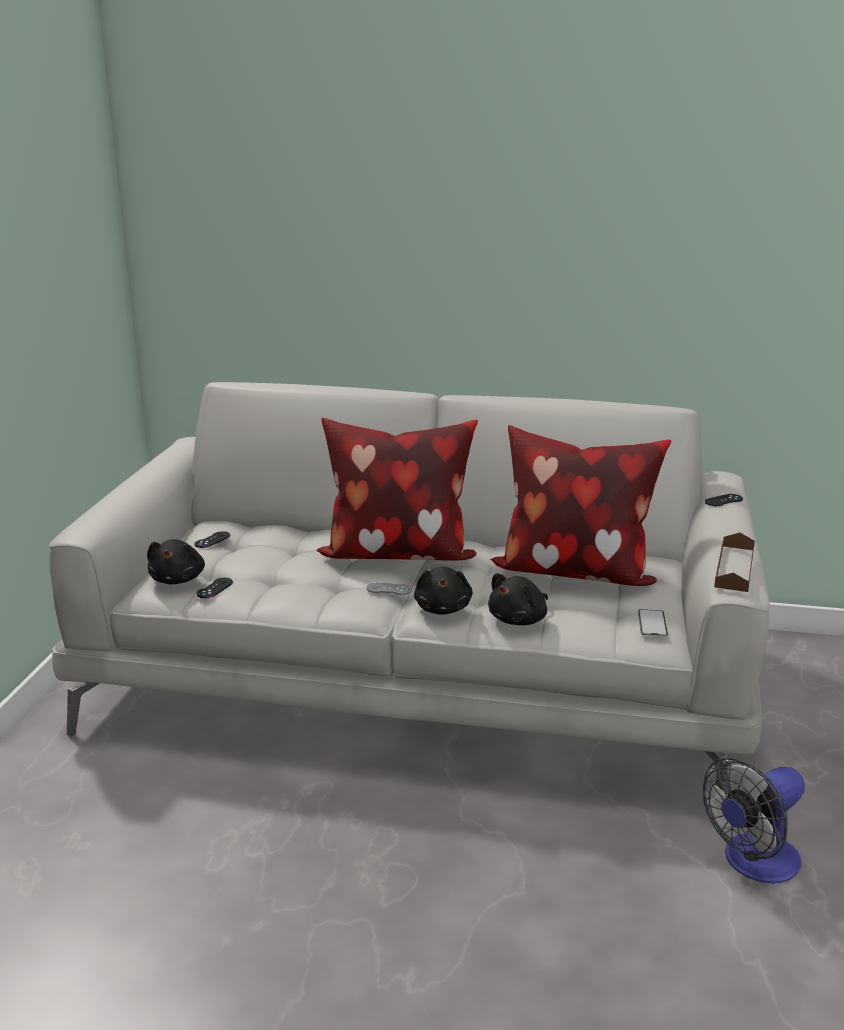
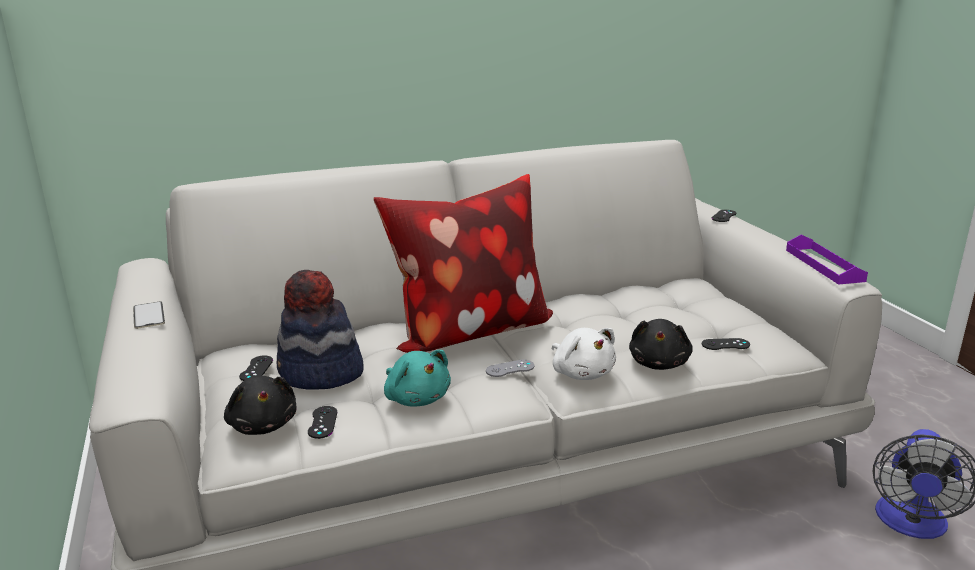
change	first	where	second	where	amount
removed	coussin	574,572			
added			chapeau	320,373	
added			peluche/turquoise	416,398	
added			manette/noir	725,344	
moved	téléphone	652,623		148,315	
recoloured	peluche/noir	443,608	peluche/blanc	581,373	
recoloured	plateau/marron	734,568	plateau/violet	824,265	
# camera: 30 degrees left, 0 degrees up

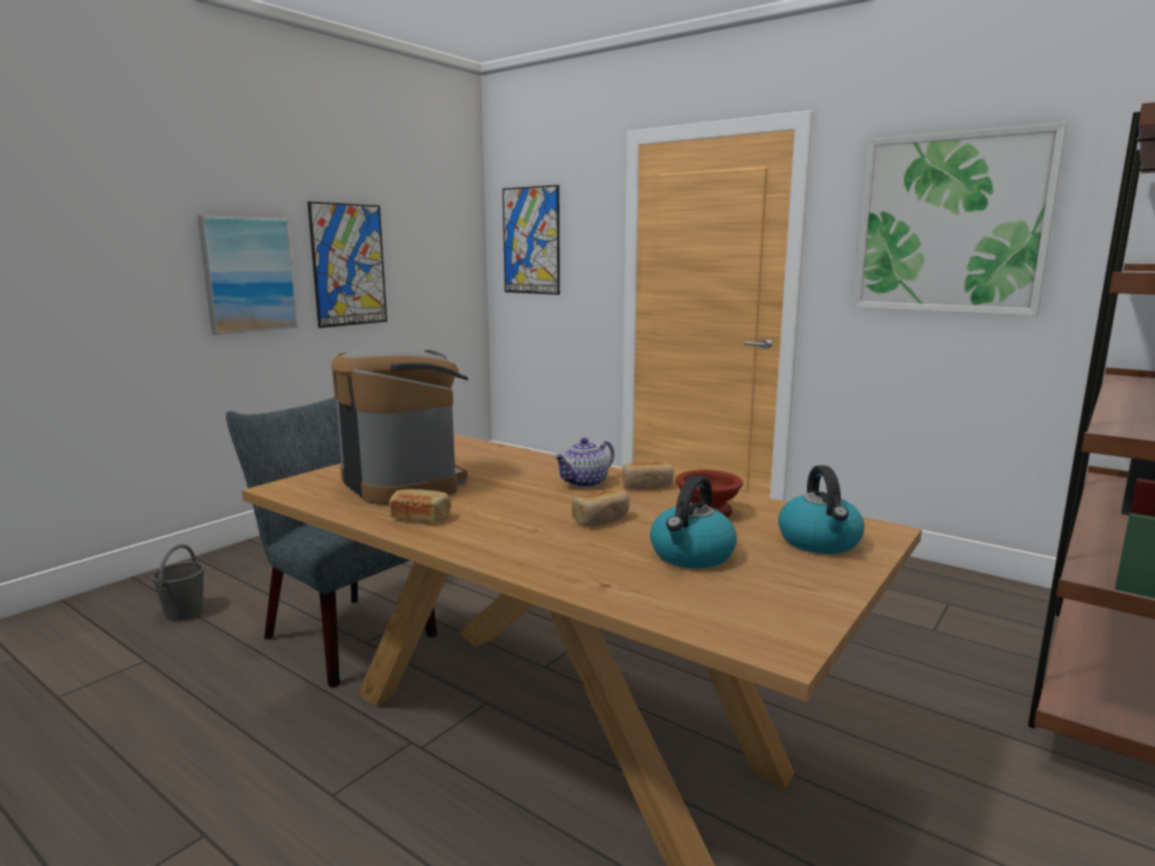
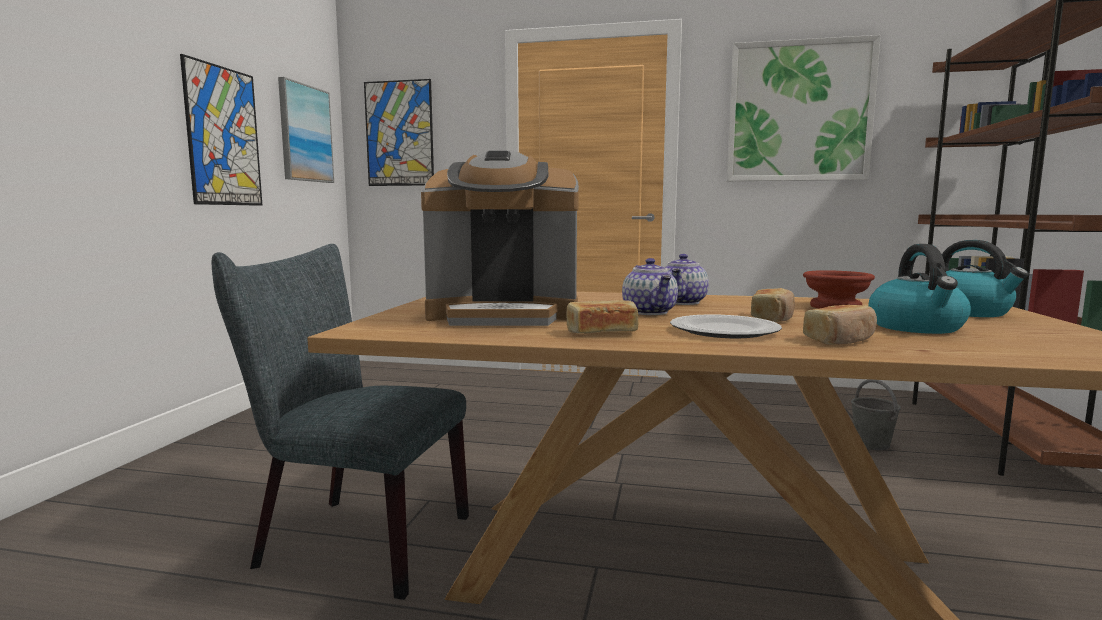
change	first	where	second	where	amount
added			théière	650,312	
added			assiette	722,331	
moved	seau/gris	183,613		872,444	
moved	tableau	249,274		305,133	
moved	pain	647,486		841,340	
turned	machine à café	404,482		504,315	150 degrees clockwise
# camera: 25 degrees left, 5 degrees down

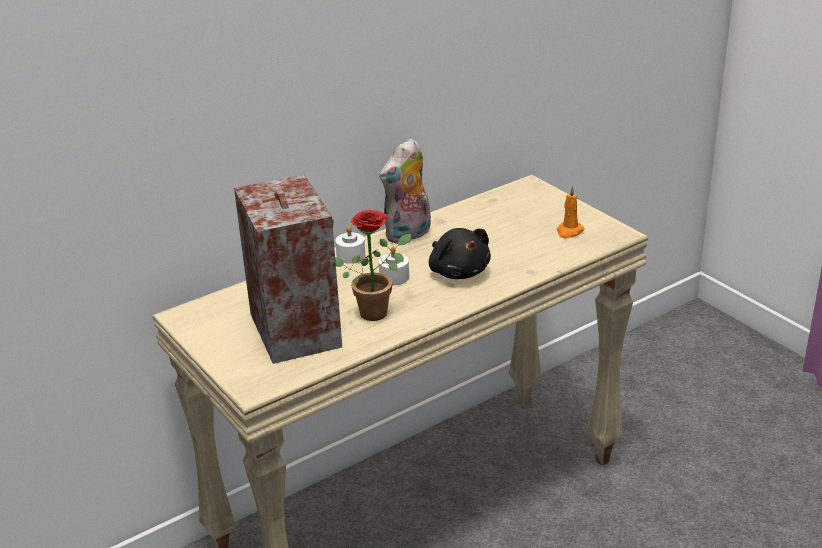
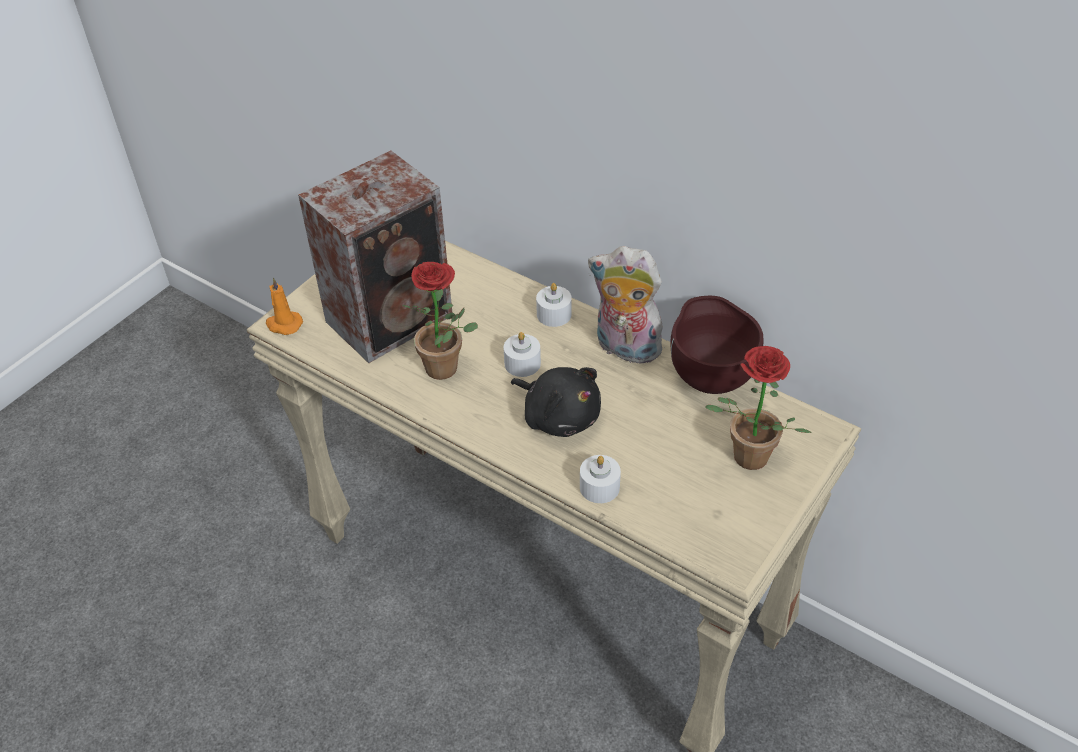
change	first	where	second	where	amount
added			bougie/blanc	599,487	
added			bol/marron	710,377	
added			plante en pot	745,460	
moved	bougie/orange	569,231		283,324	
turned	peluche/noir	458,271		559,416	90 degrees counterclockwise
# camera: 70 degrees right, 15 degrees up

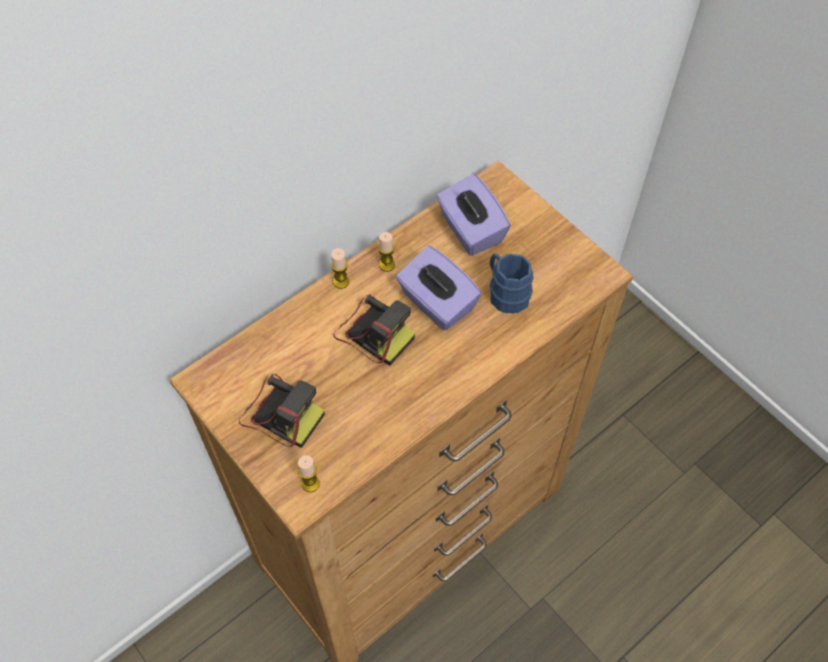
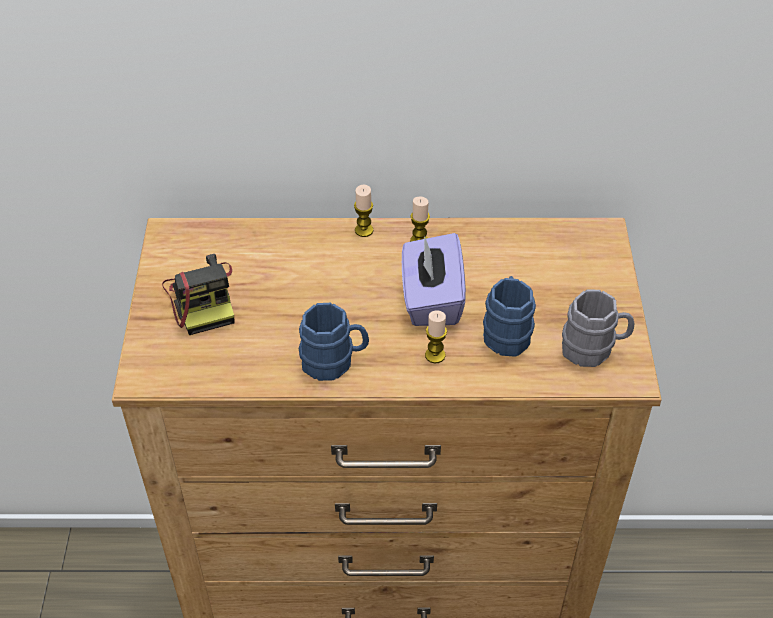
change	first	where	second	where	amount
removed	appareil photo	374,332			
removed	boîte à mouchoirs/violet	470,230			
added			mug/bleu	334,362	
added			mug/gris	593,349	
moved	bougie	310,483		435,355	
# camera: 40 degrees right, 10 degrees down

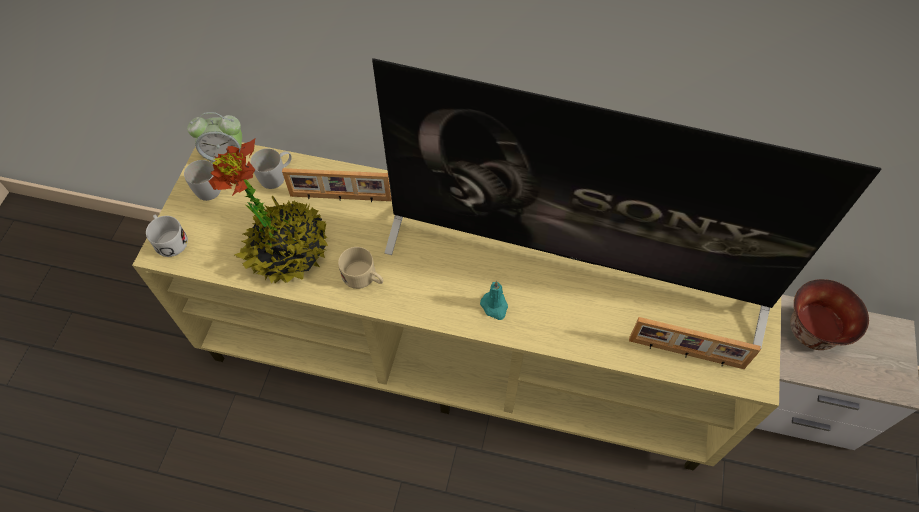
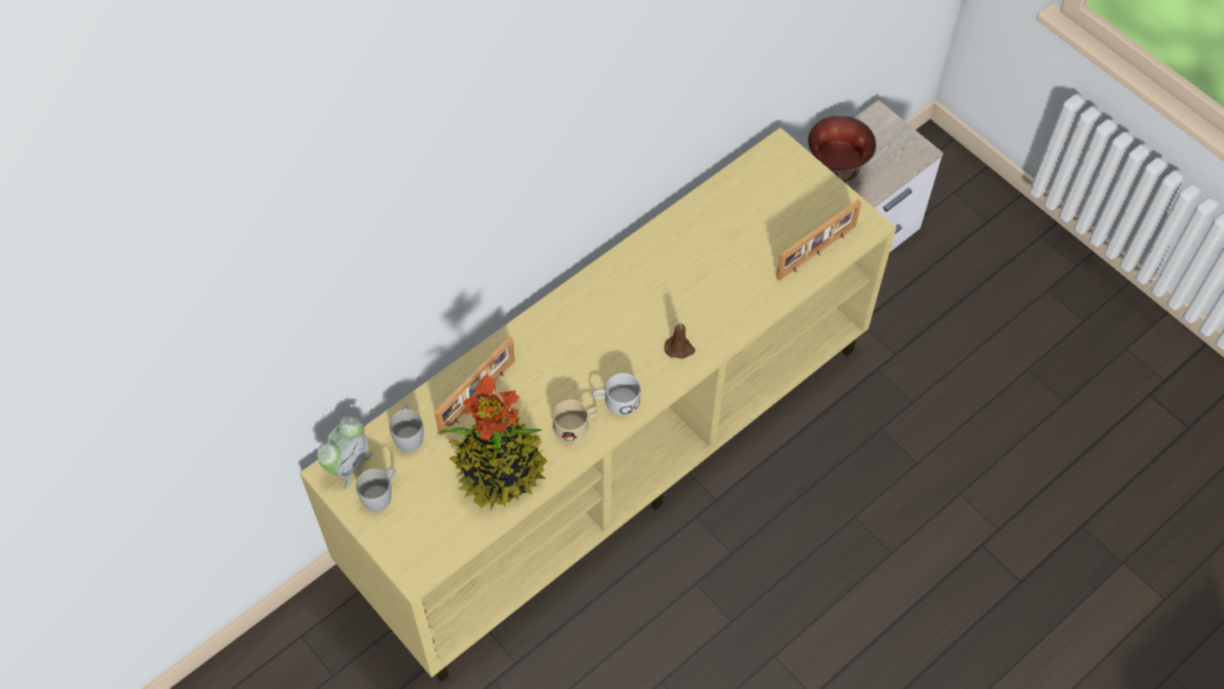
change	first	where	second	where	amount
removed	téléviseur	575,266			
moved	mug/blanc	169,239		616,401	
recoloured	bougie/turquoise	495,306	bougie/marron	679,348	
# camera: 55 degrees left, 0 degrees up

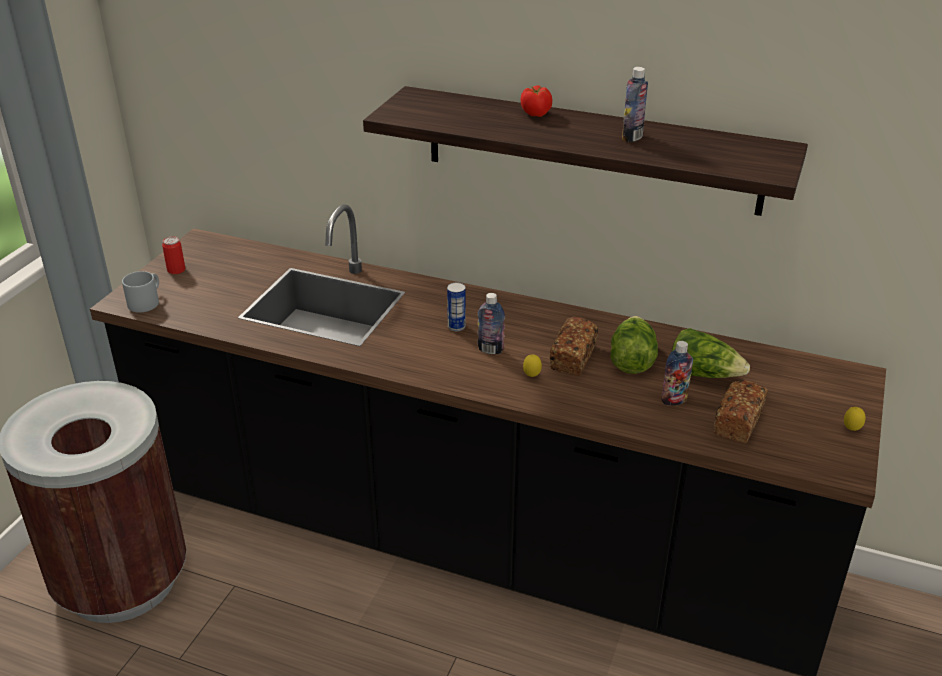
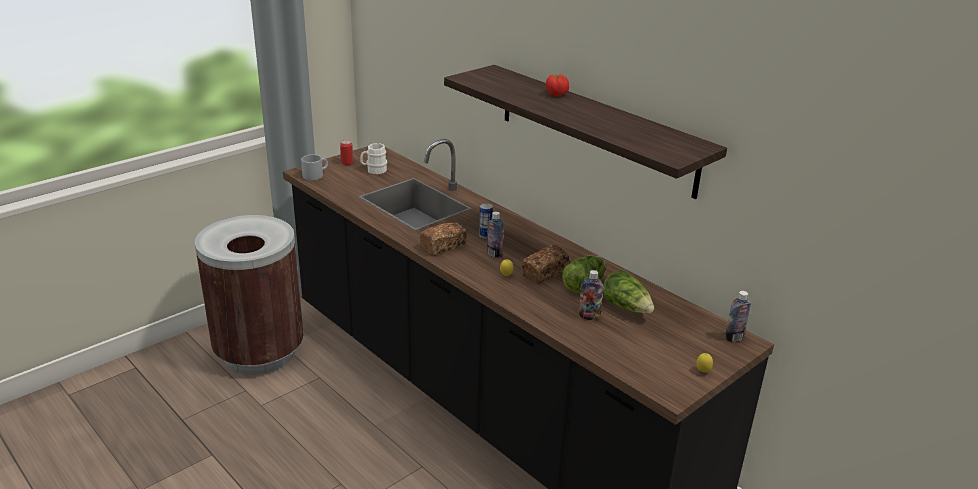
change	first	where	second	where	amount
added			mug/blanc	374,170	
moved	bouteille	632,137		734,338	
moved	pain	738,422		443,246	
# camera: 25 degrees right, 5 degrees down

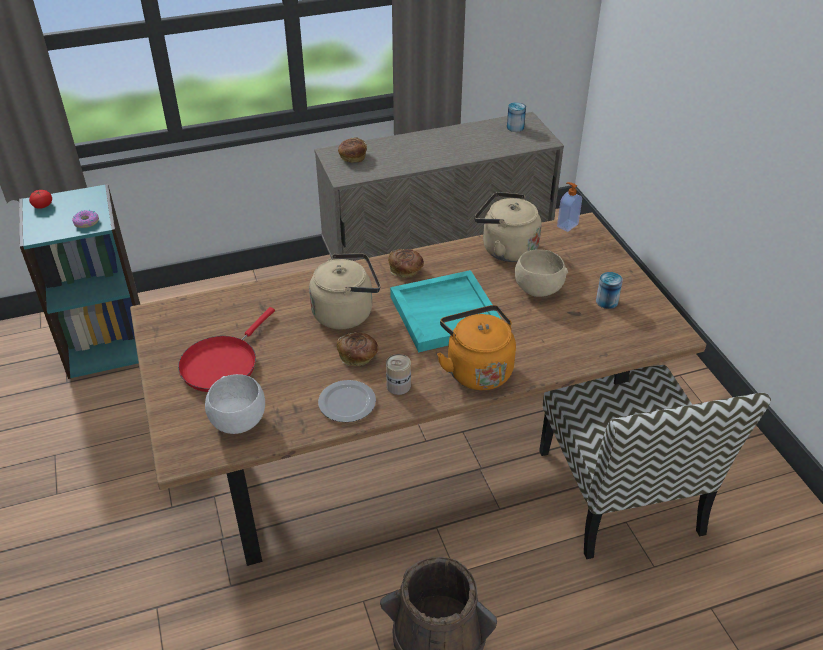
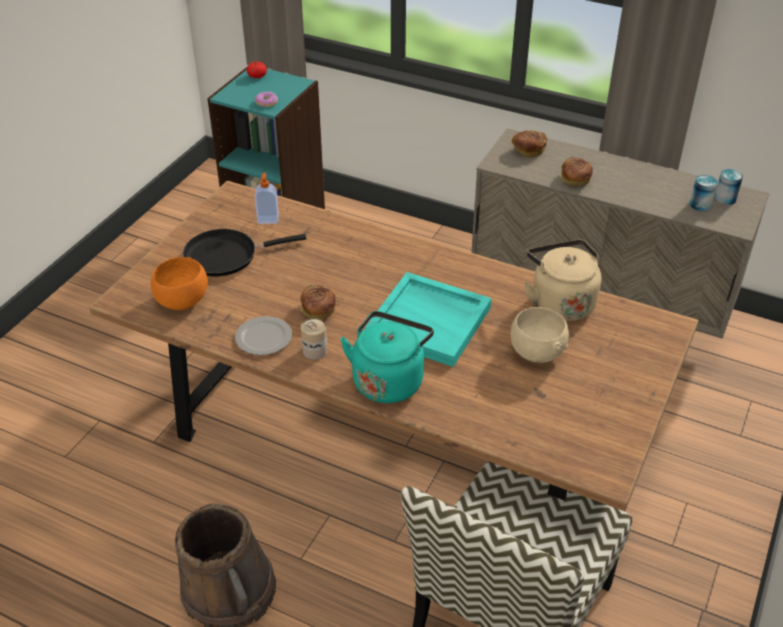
change	first	where	second	where	amount
removed	bouilloire/beige	346,313			
moved	pain	406,270		575,180	
moved	distributeur de savon	567,225		268,219	
moved	boîte métallique	606,301		700,205	
recoloured	poêle/rouge	222,364	poêle/noir	226,255	
recoloured	bol/blanc	239,422	bol/orange	182,302	
recoloured	bouilloire/orange	476,369	bouilloire/turquoise	389,380	
# camera: 45 degrees right, 0 degrees up

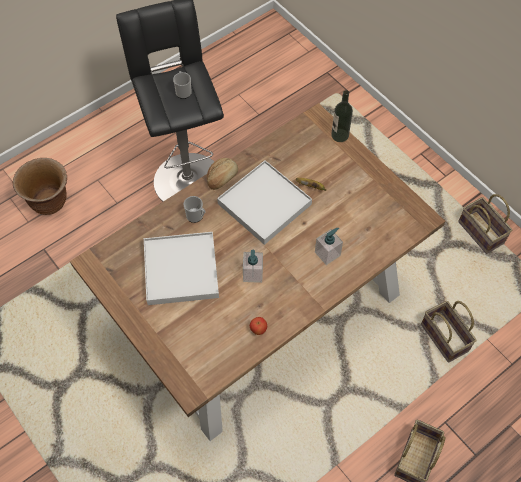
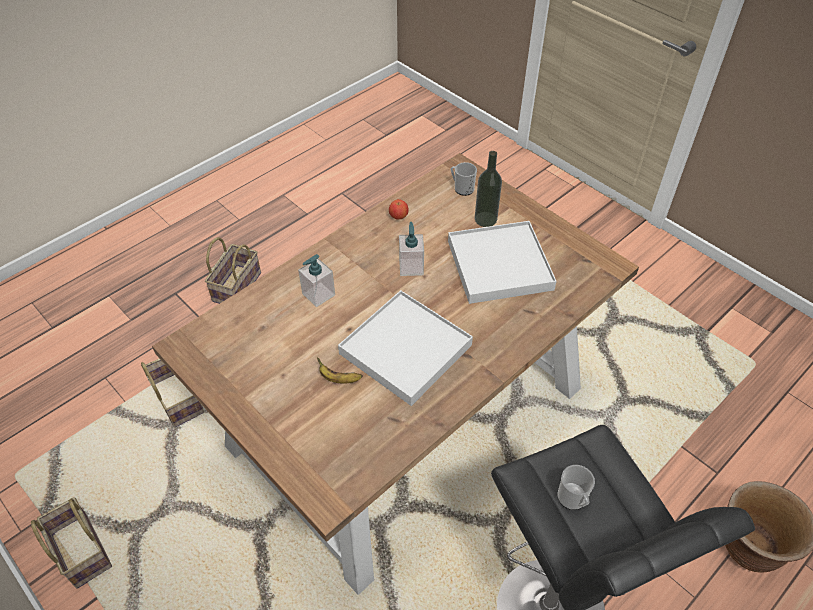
change	first	where	second	where	amount
removed	pain	222,178			
moved	mug	196,216		462,188	
moved	bouteille	340,135		485,219	
# camera: 175 degrees right, 10 degrees down

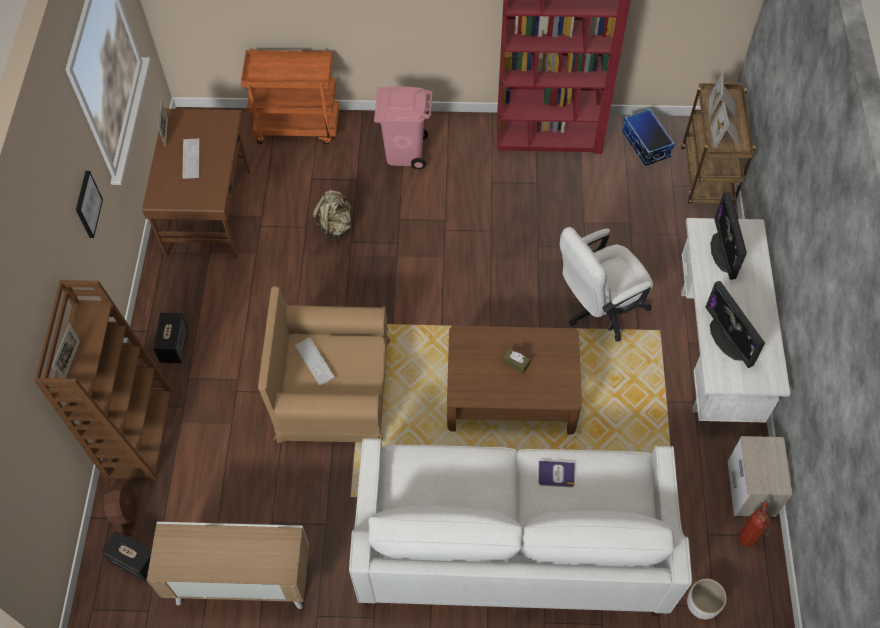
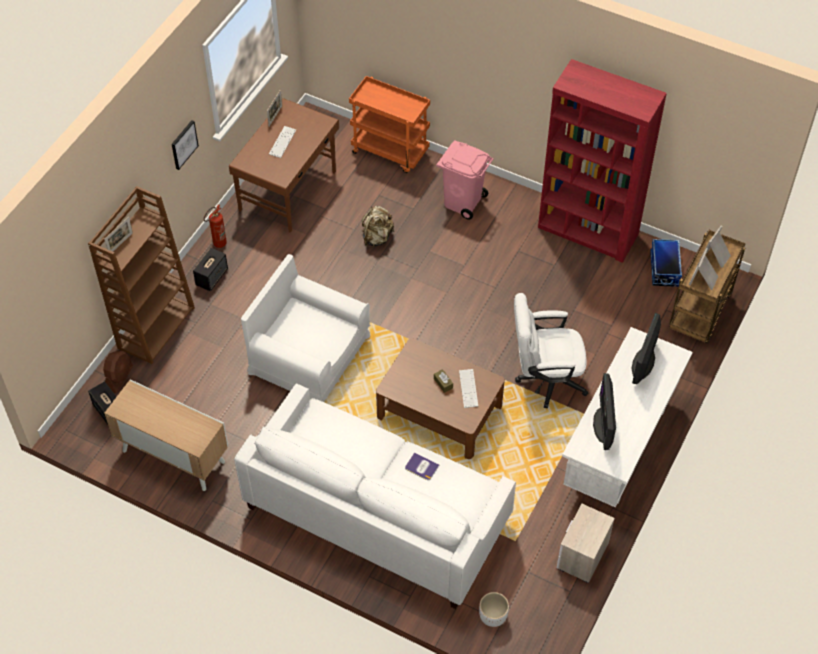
change	first	where	second	where	amount
moved	clavier	314,361		468,388	
moved	extincteur	748,542		217,245	
recoloured	fauteuil/marron	333,389	fauteuil/blanc	309,354	
# camera: 25 degrees right, 5 degrees down

